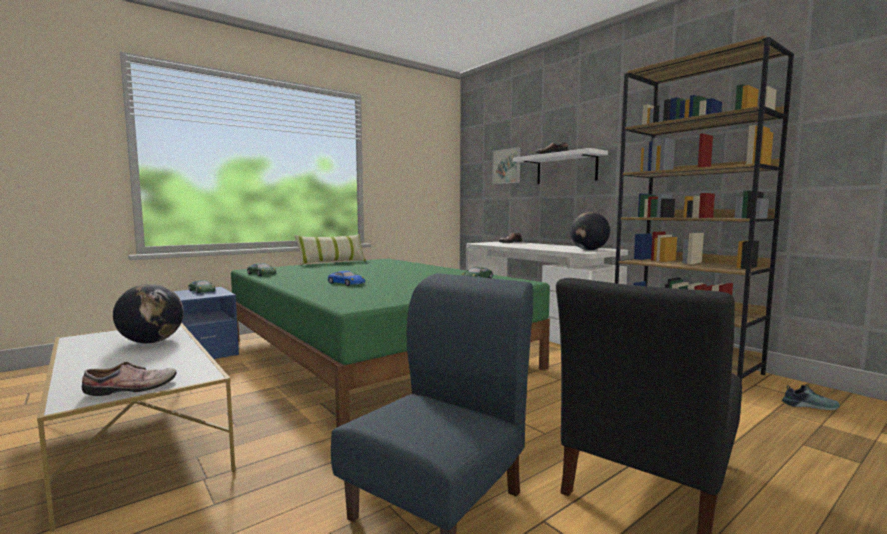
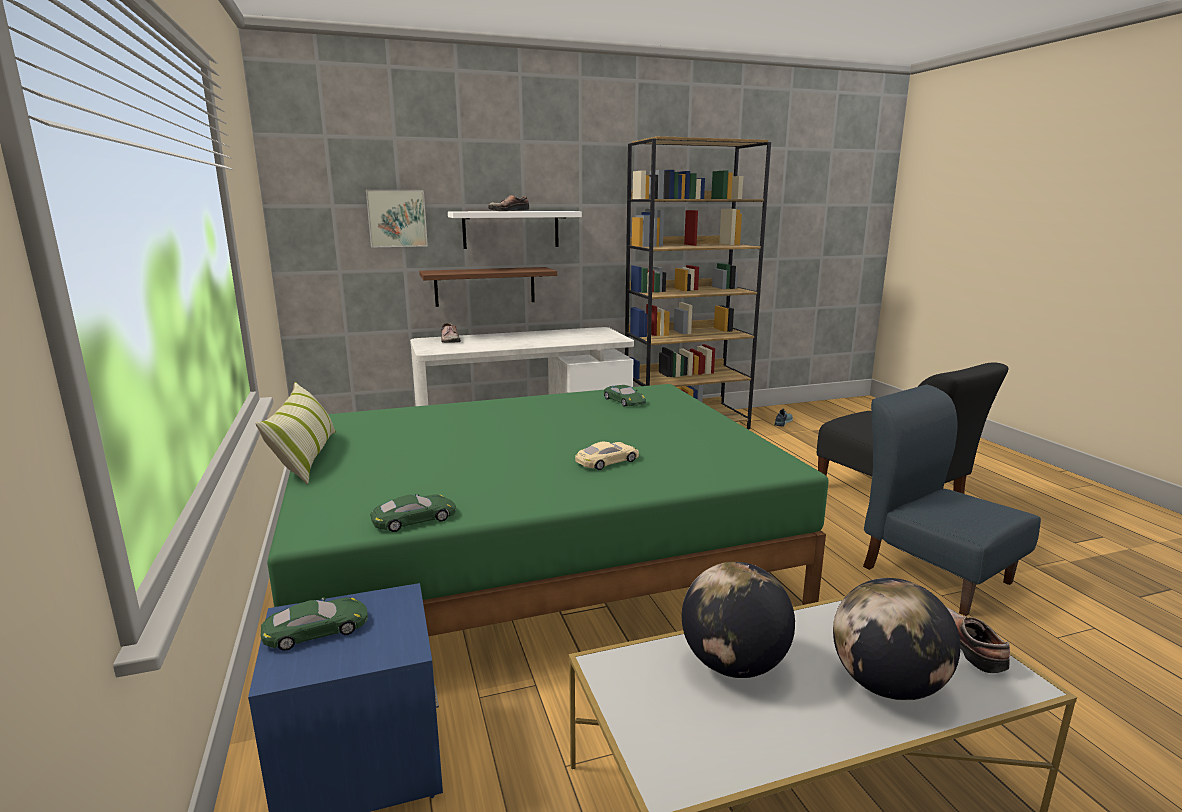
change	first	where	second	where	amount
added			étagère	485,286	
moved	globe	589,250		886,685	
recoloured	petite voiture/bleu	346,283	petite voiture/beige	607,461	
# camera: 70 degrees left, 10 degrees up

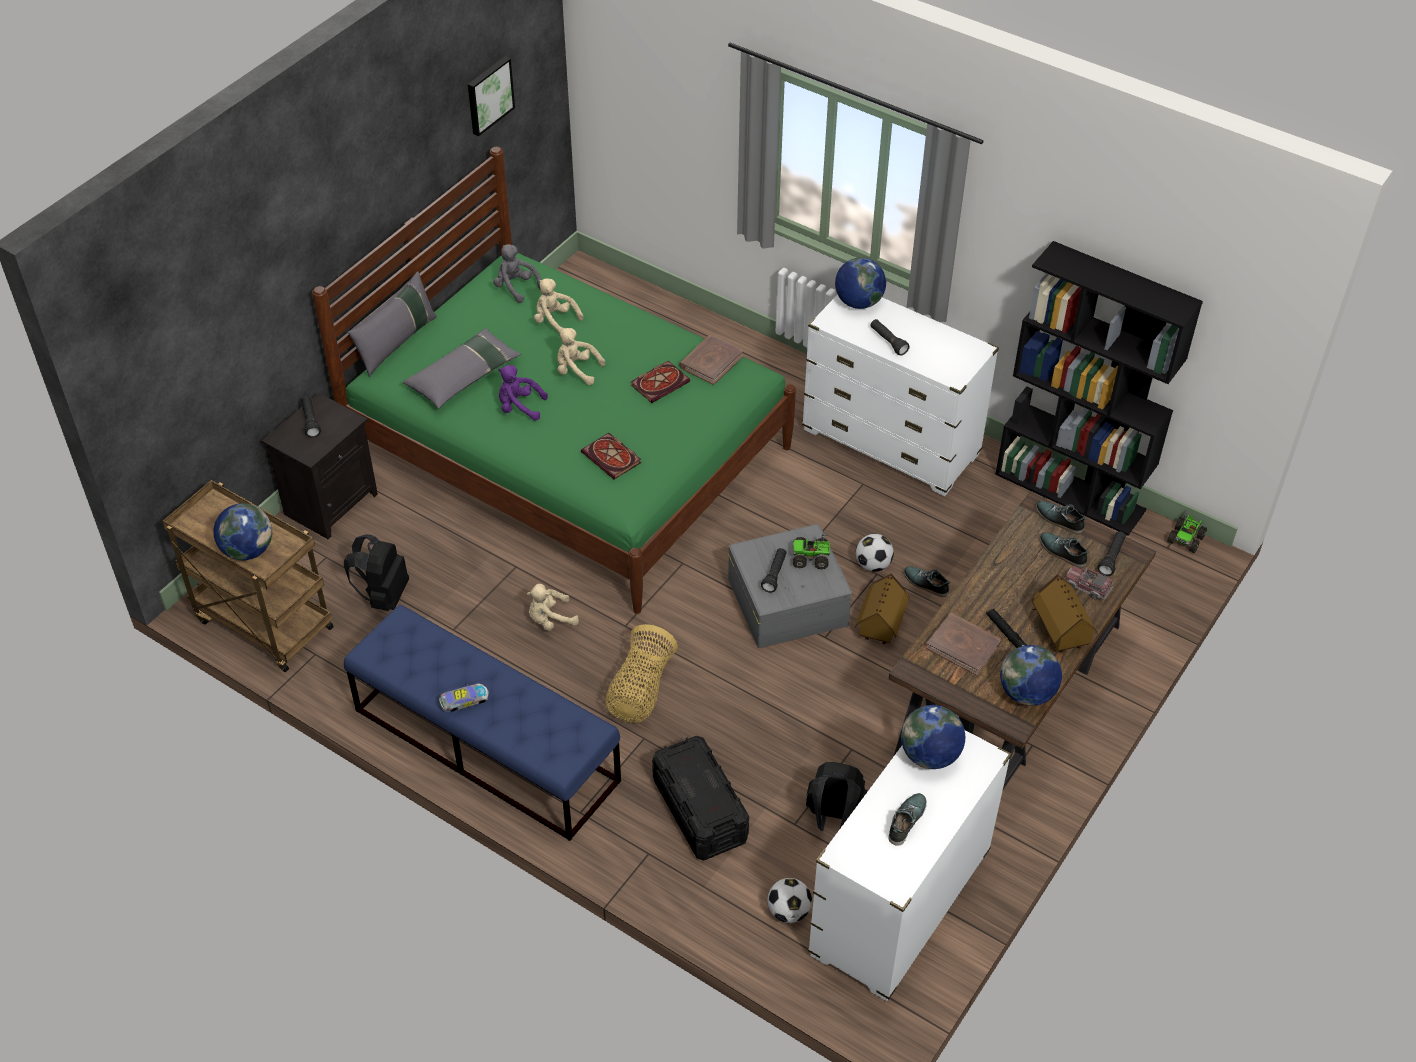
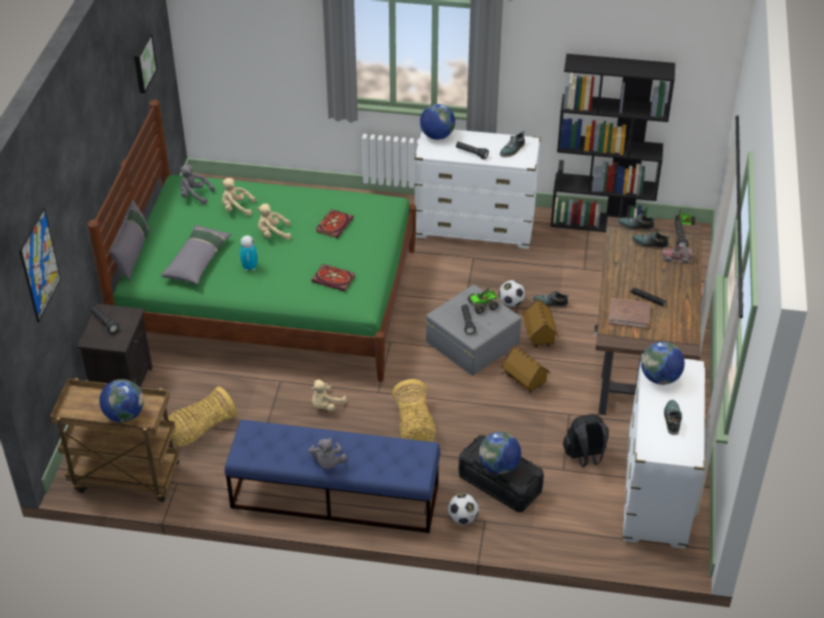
change	first	where	second	where	amount
removed	livre/marron	710,362			
added			tableau	40,265	
added			chaussure	512,150	
moved	ballon de foot	788,911		462,518	
moved	globe	1026,693		499,466	
moved	maison miniature	1060,633		524,381	
replaced	sac à dos/noir	383,595	panier	200,430	
replaced	petite voiture	464,702	peluche/gris	328,463	
replaced	peluche/violet	519,407	robot jouet	250,267	
# camera: 25 degrees left, 5 degrees down

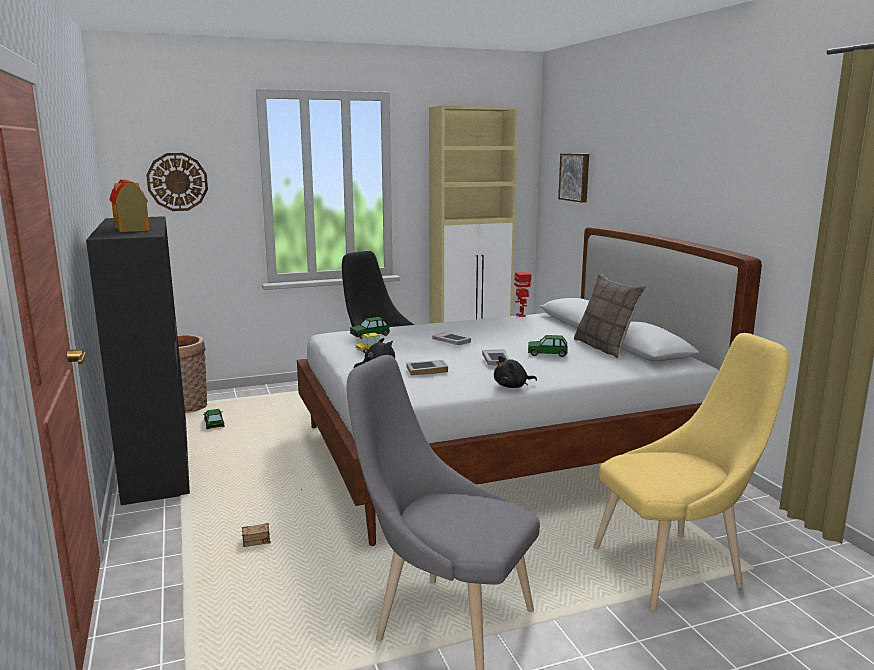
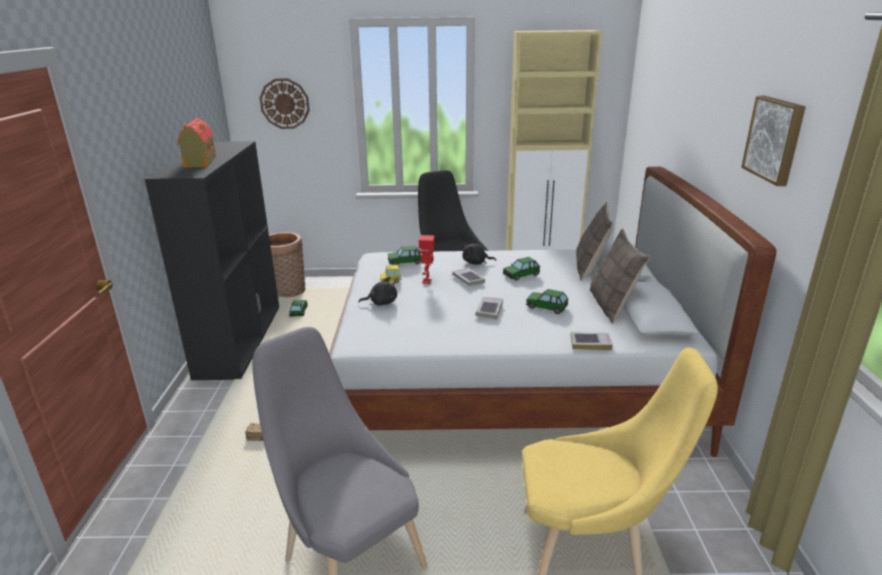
change	first	where	second	where	amount
added			petite voiture	521,275	
added			coussin	590,268	
moved	livre	427,370		590,343	
moved	peluche/noir	512,386		476,263	
moved	robot jouet	521,315		427,281	
moved	tableau	575,177		775,139	
# camera: 20 degrees right, 10 degrees up

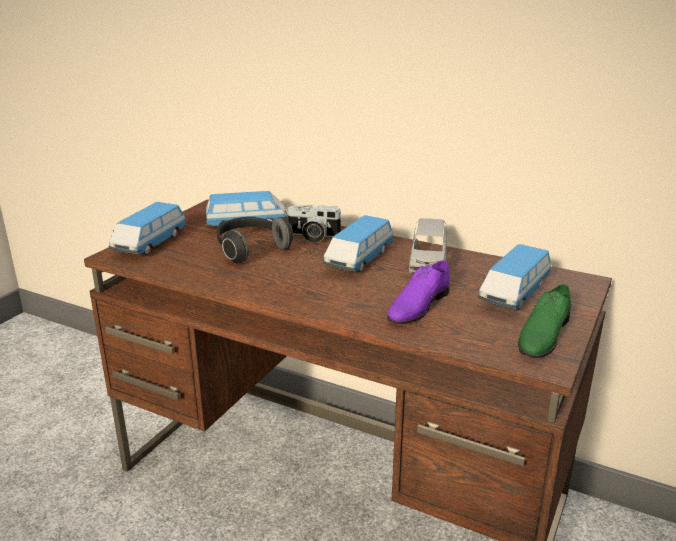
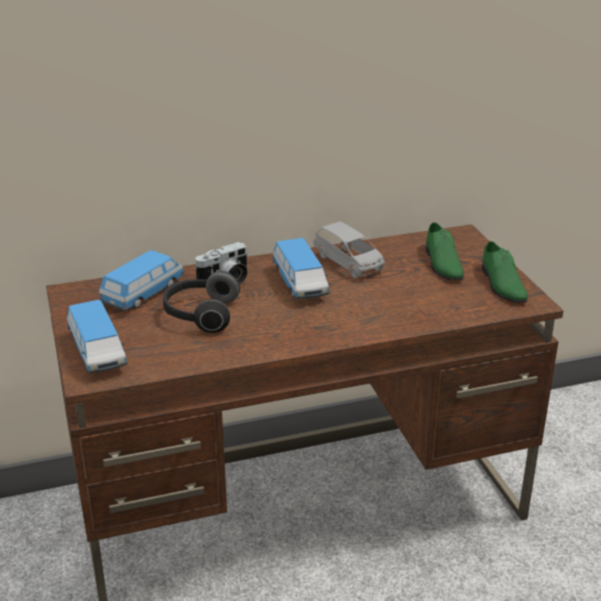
change	first	where	second	where	amount
removed	chaussure/violet	418,305			
replaced	petite voiture	514,294	chaussure/vert	442,263	
# camera: 45 degrees left, 5 degrees up

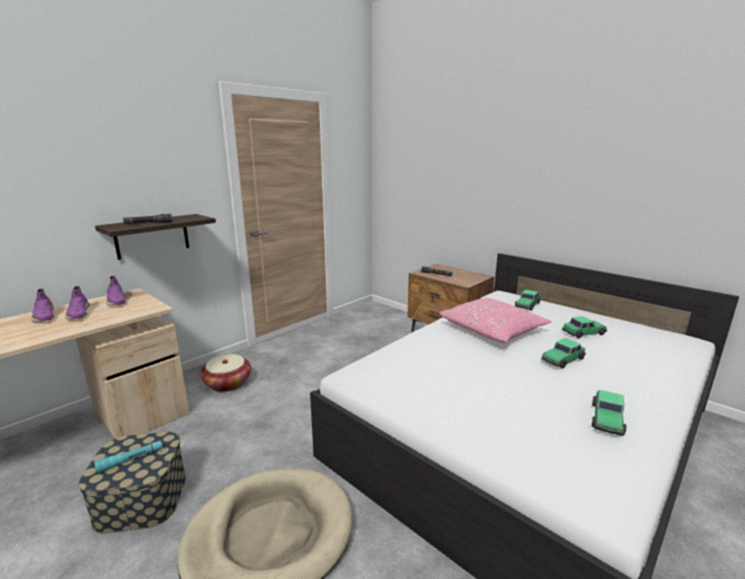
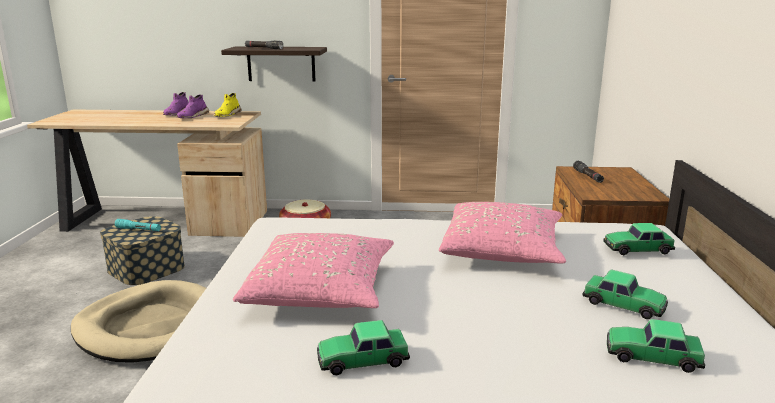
change	first	where	second	where	amount
added			coussin/rose	321,290	
moved	petite voiture	562,359		652,356	
recoloured	chaussure/violet	116,301	chaussure/jaune	227,115	
# camera: 50 degrees right, 0 degrees up

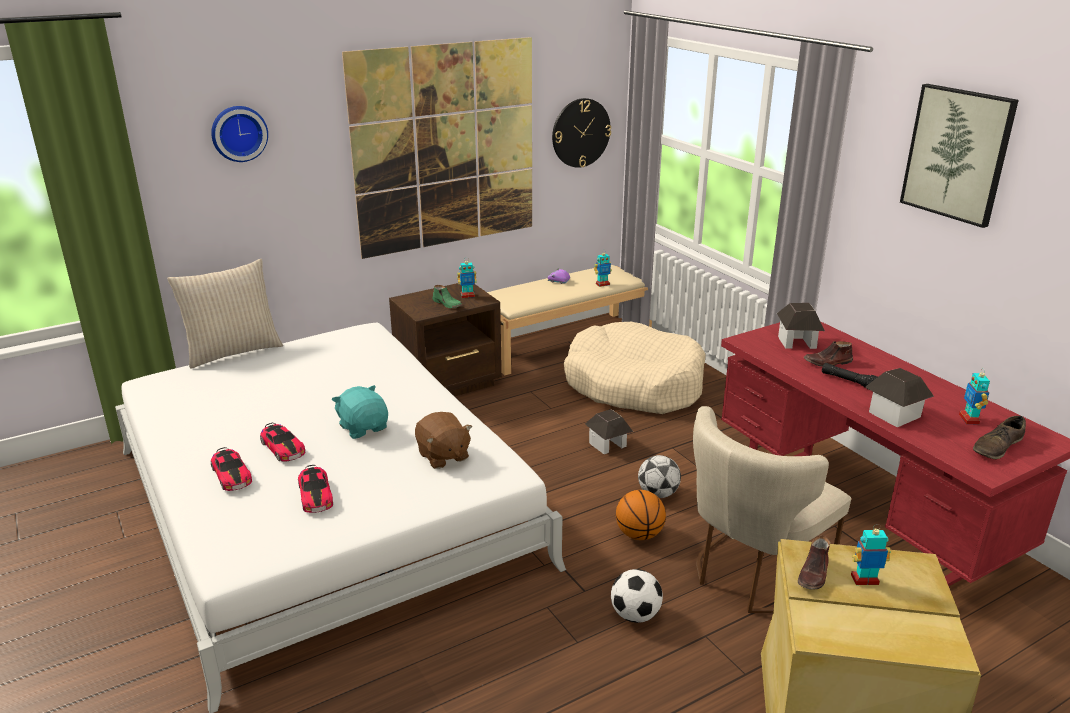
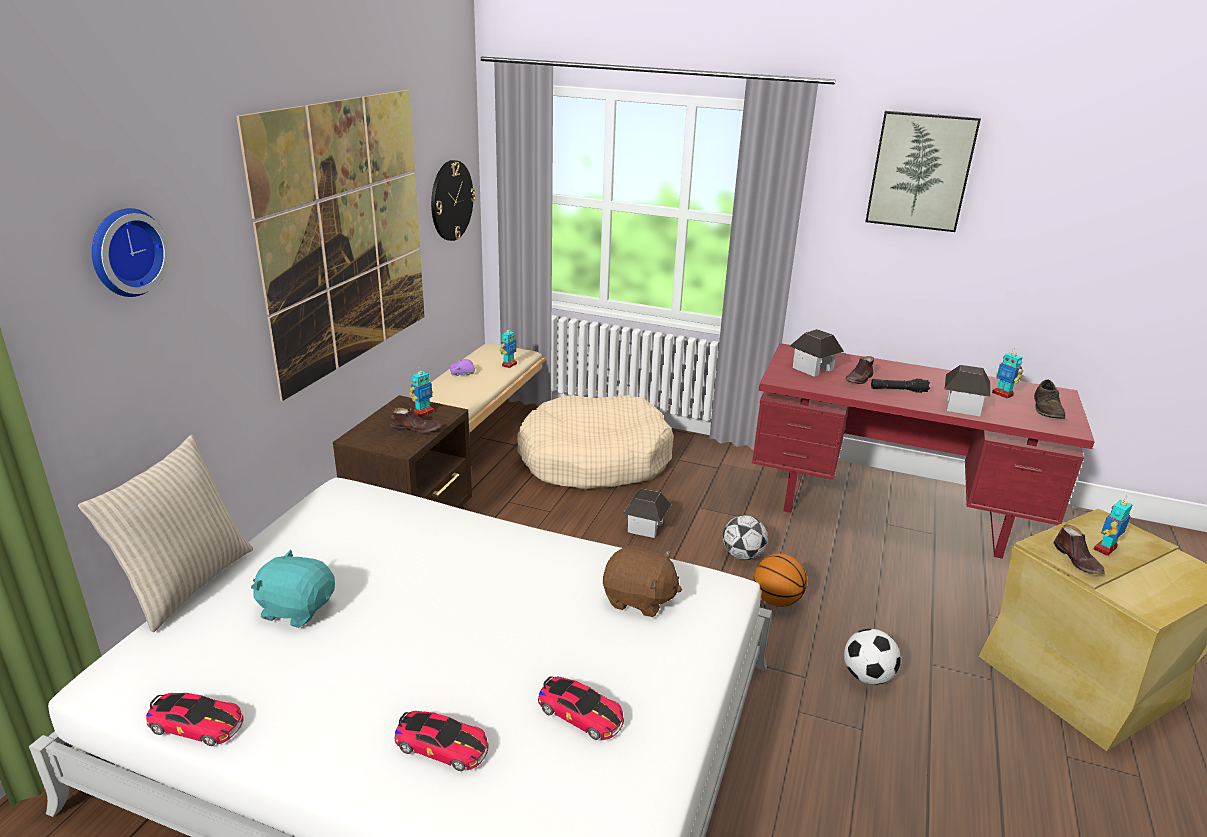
change	first	where	second	where	amount
removed	chaise/beige	751,575			
moved	petite voiture	282,448		196,724	
moved	peluche/turquoise	363,427		297,608	
recoloured	chaussure/vert	448,304	chaussure/marron	416,428	
# camera: 40 degrees left, 0 degrees up

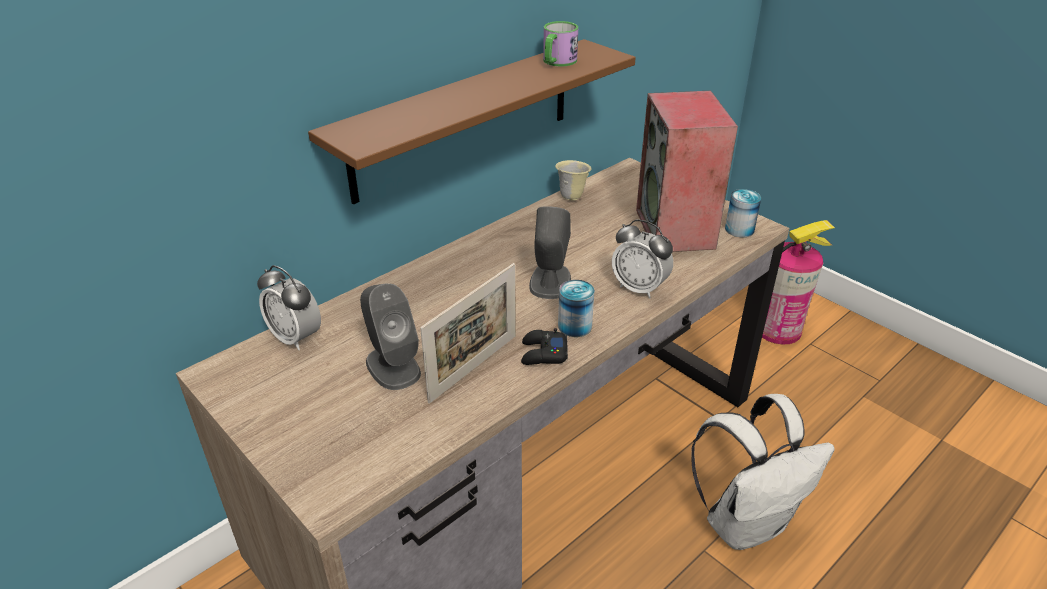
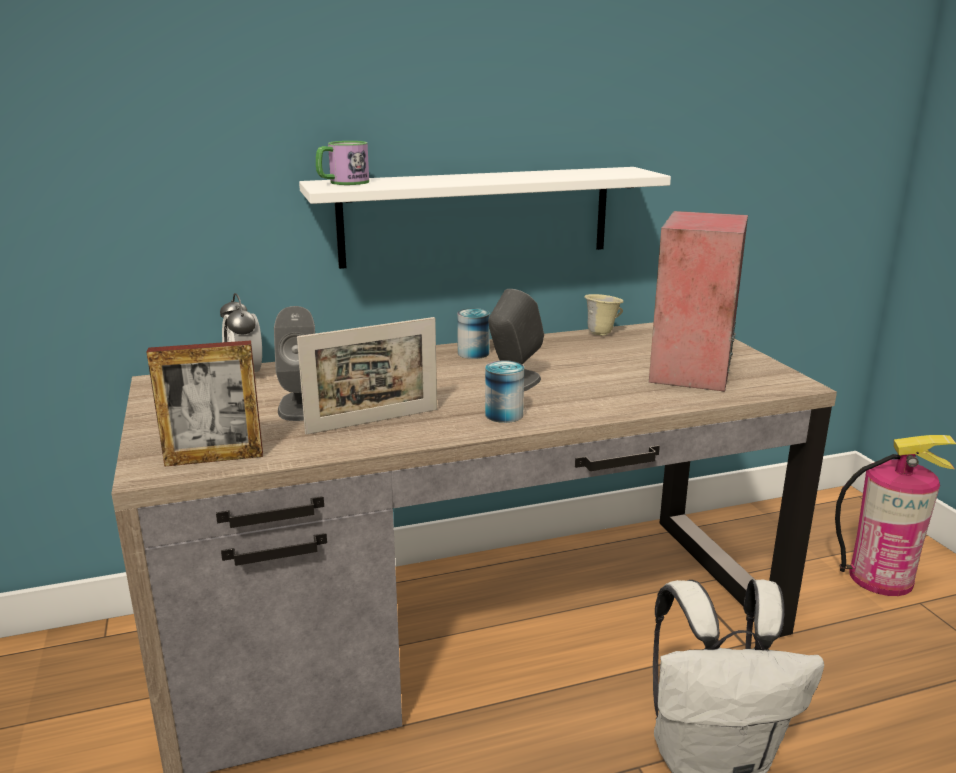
change	first	where	second	where	amount
removed	manette/noir	543,353			
removed	réveil	639,288			
added			cadre photo	214,458	
moved	mug	557,62		343,183	
moved	boîte métallique	739,229		473,353	
recoloured	étagère/marron	464,119	étagère/blanc	476,216	
# camera: 25 degrees right, 15 degrees down

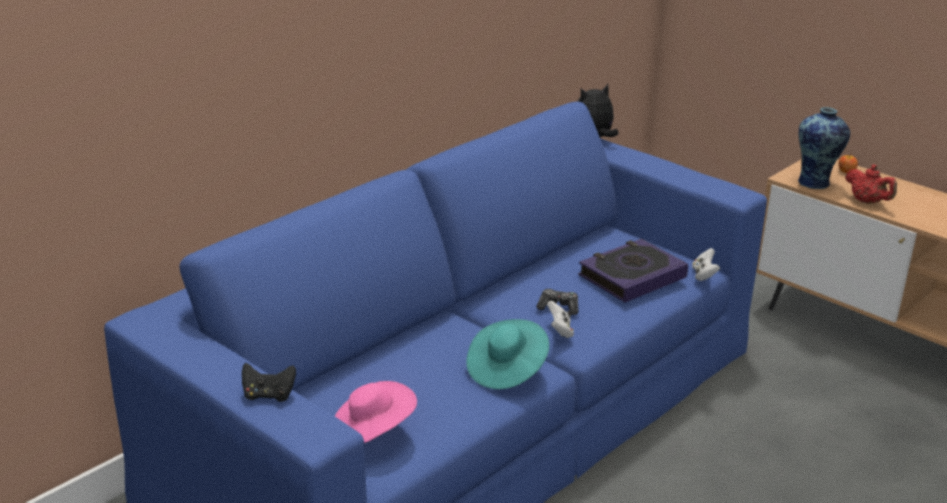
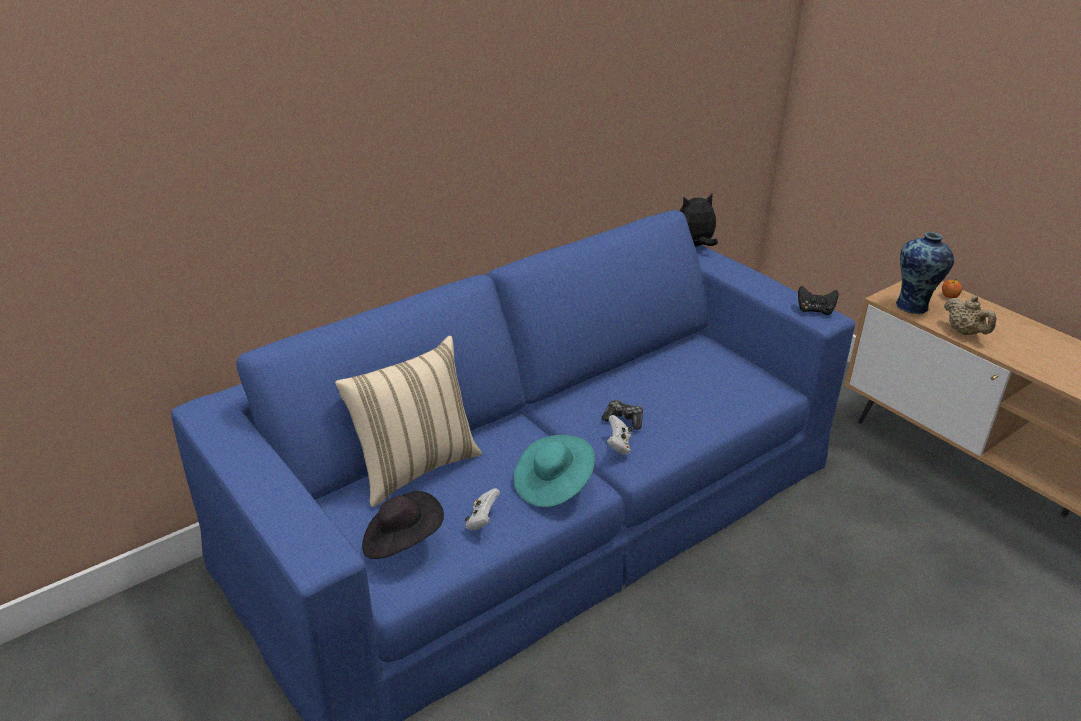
change	first	where	second	where	amount
removed	livre	632,276			
added			coussin/beige	415,467	
moved	manette/noir	268,395		815,310	
moved	manette/blanc	704,275		482,520	
recoloured	chapeau/rose	371,432	chapeau/noir	402,541	
recoloured	théière/rouge	867,202	théière/beige	964,332	
# camera: 10 degrees right, 5 degrees up

